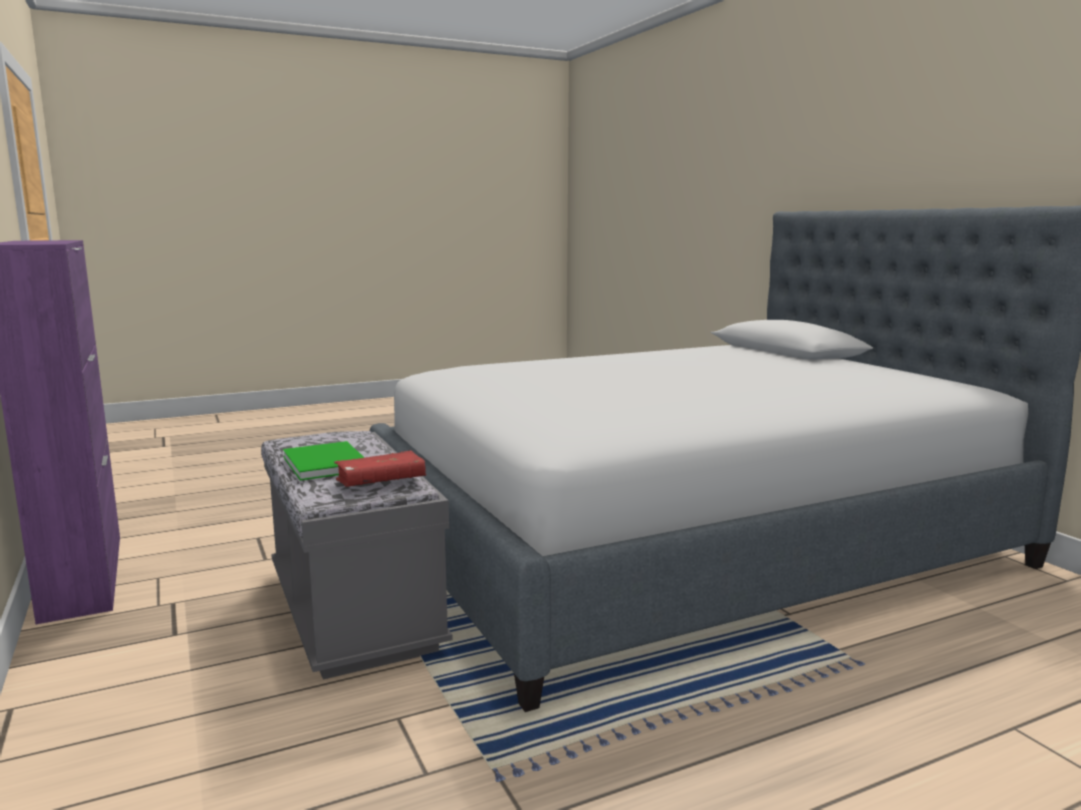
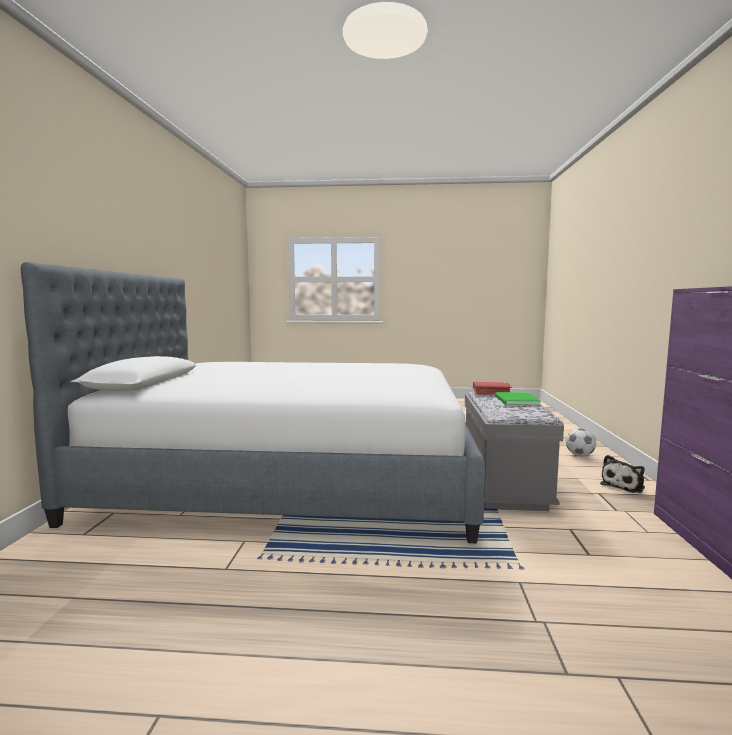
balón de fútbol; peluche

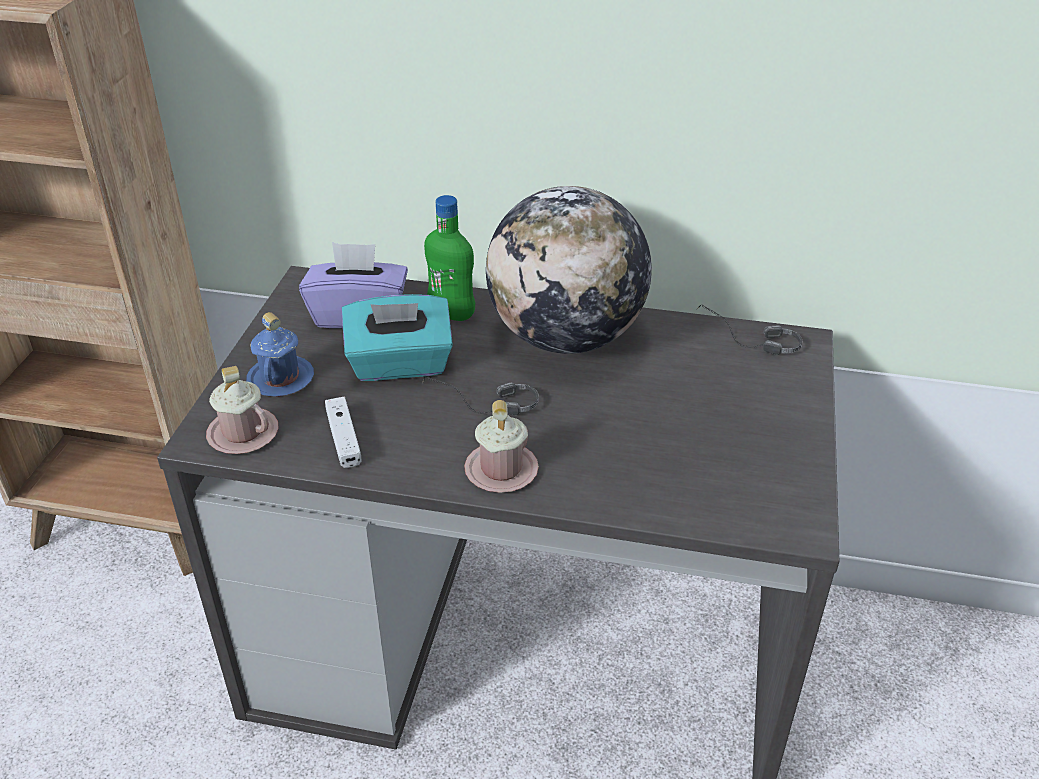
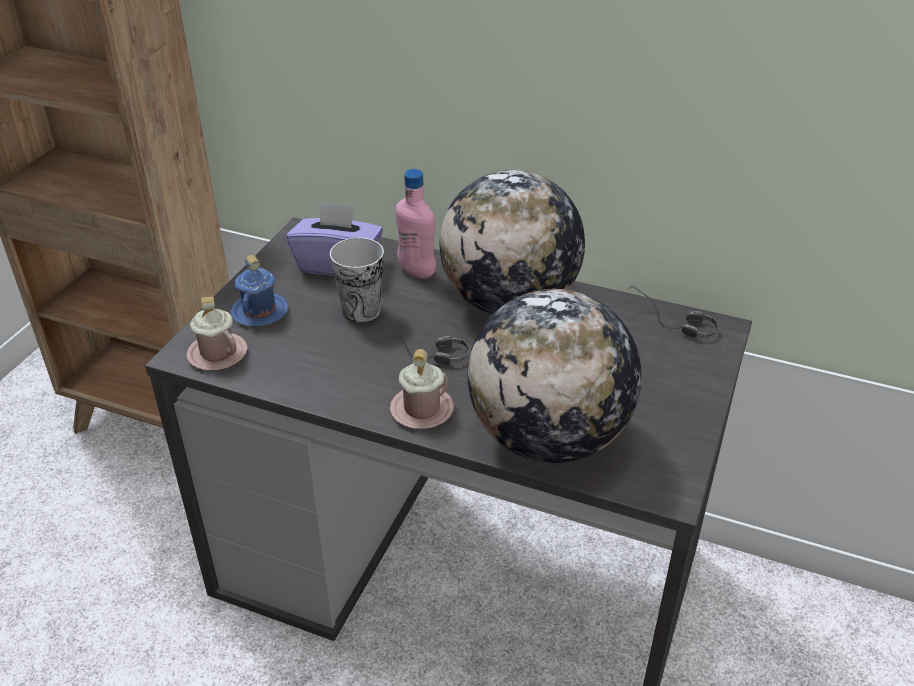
taza; botella [rosa]; globo terráqueo (no. 2 from left); mando de consola [blanco]

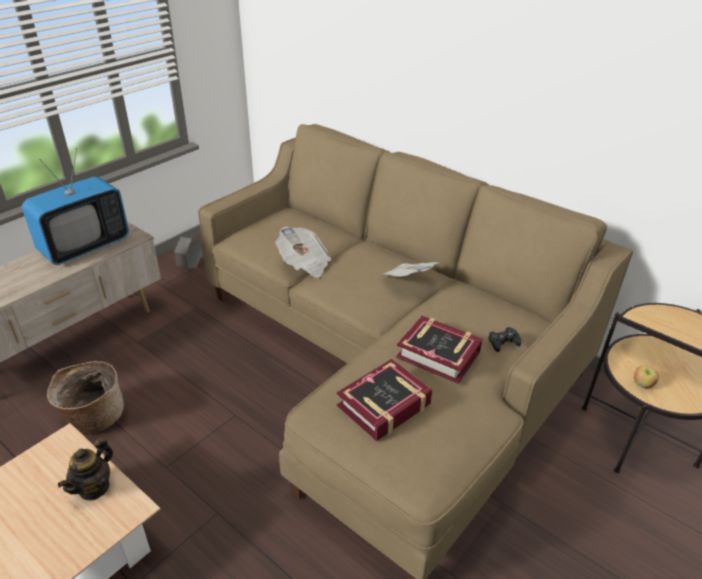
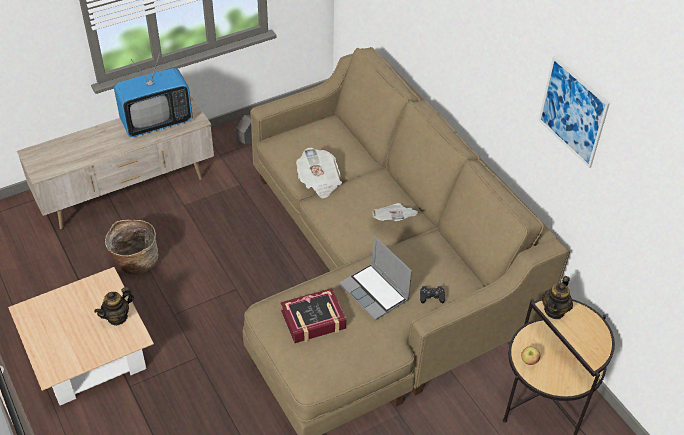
portátil; cuadro; tetera (no. 2 from left)

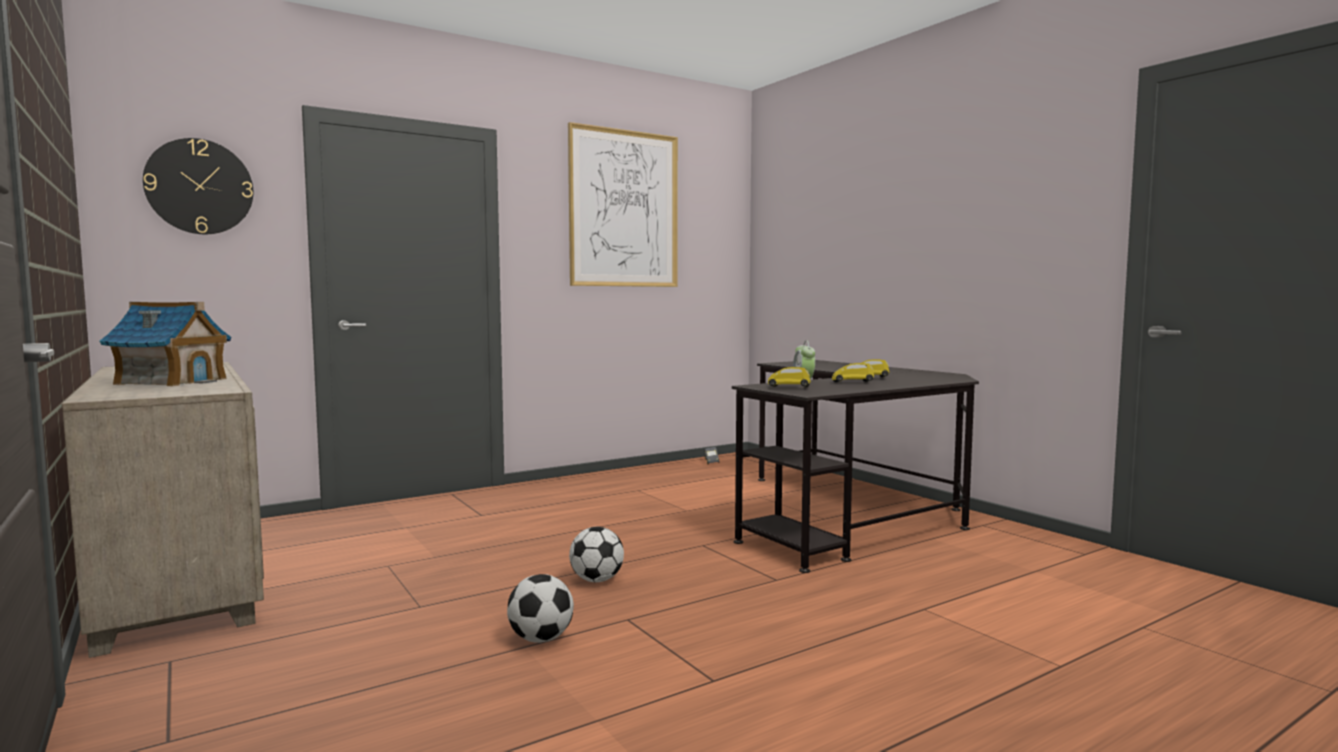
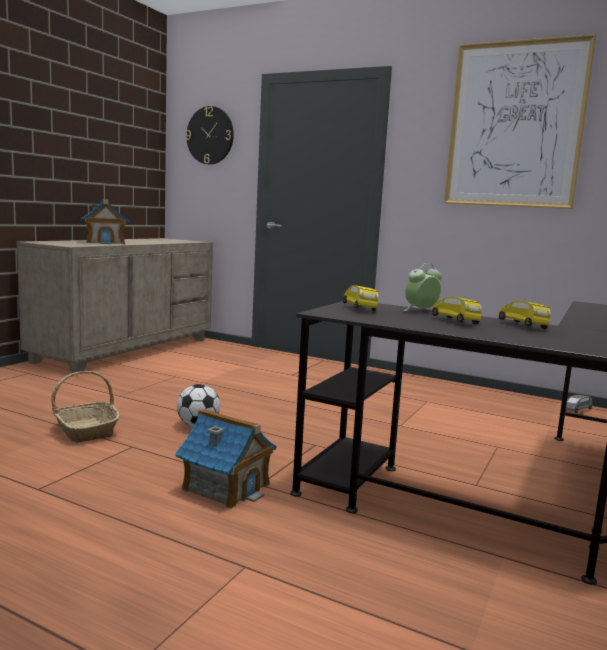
cesta; casita (no. 2 from left)

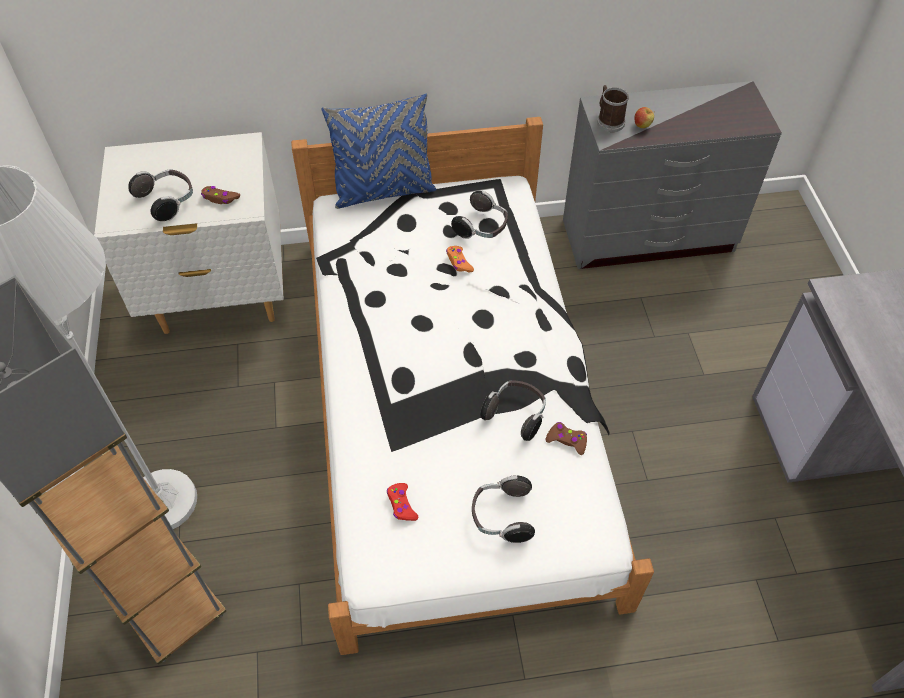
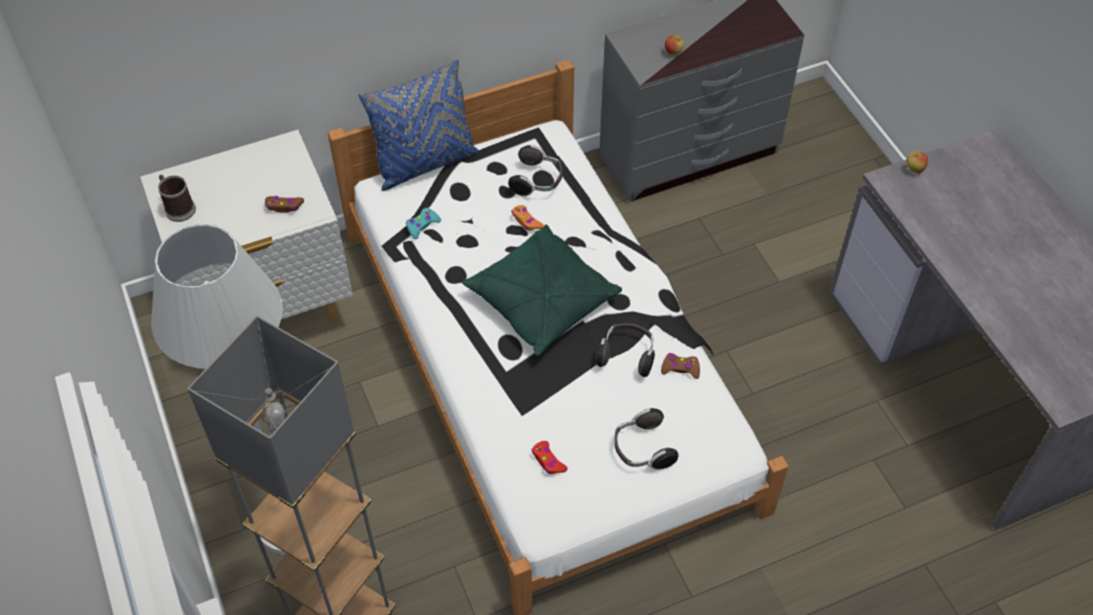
taza grande; mando de consola [turquesa]; cojín [verde]; manzana (no. 2 from left); auriculares (no. 1 from left in the first image)

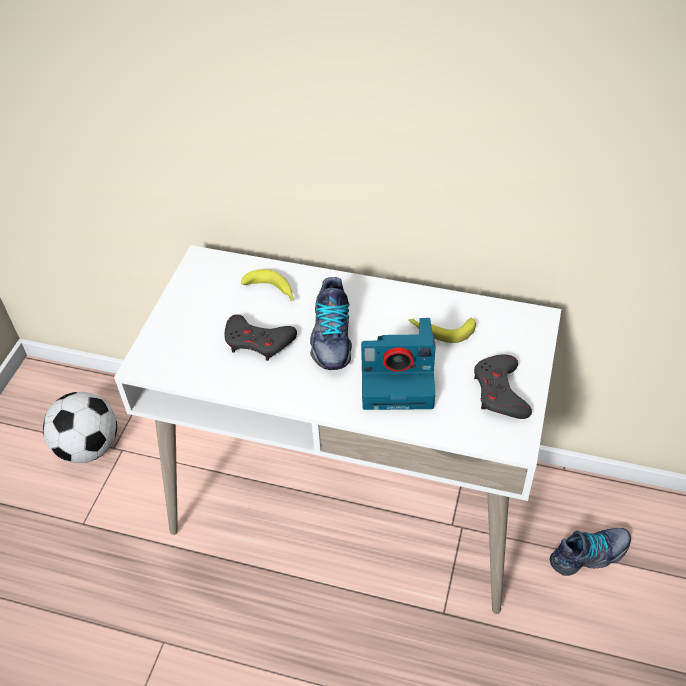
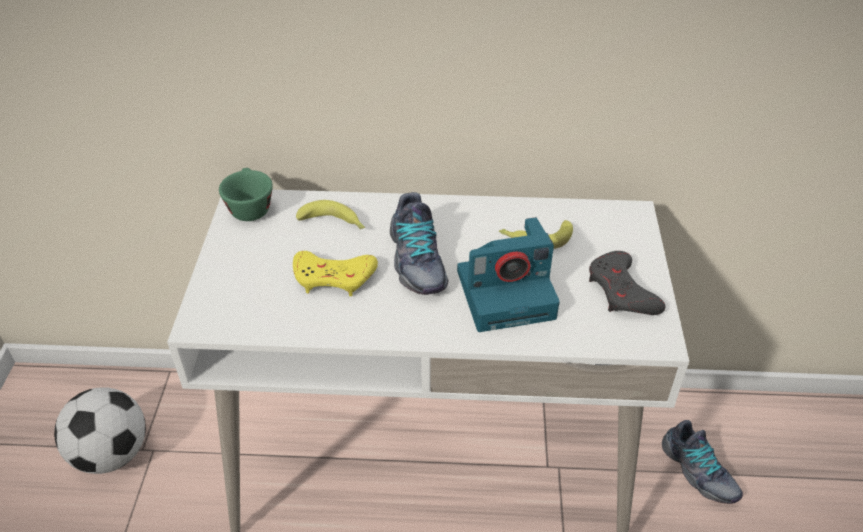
taza [verde]; mando de consola [amarillo]; zapato (no. 2 from left)

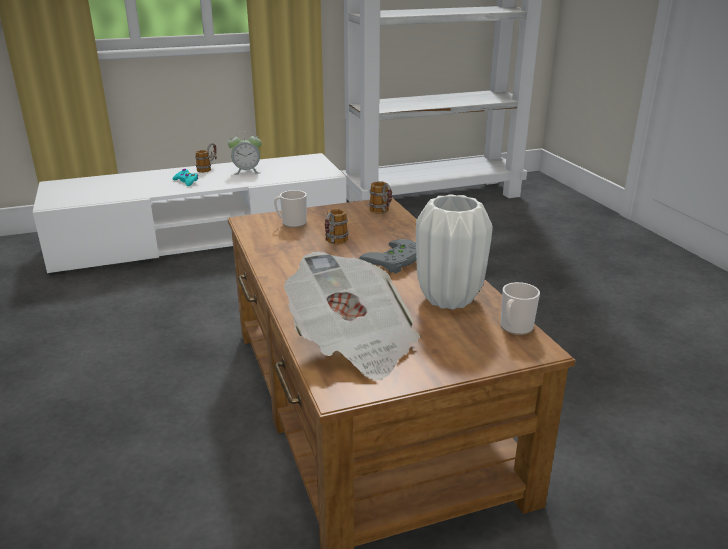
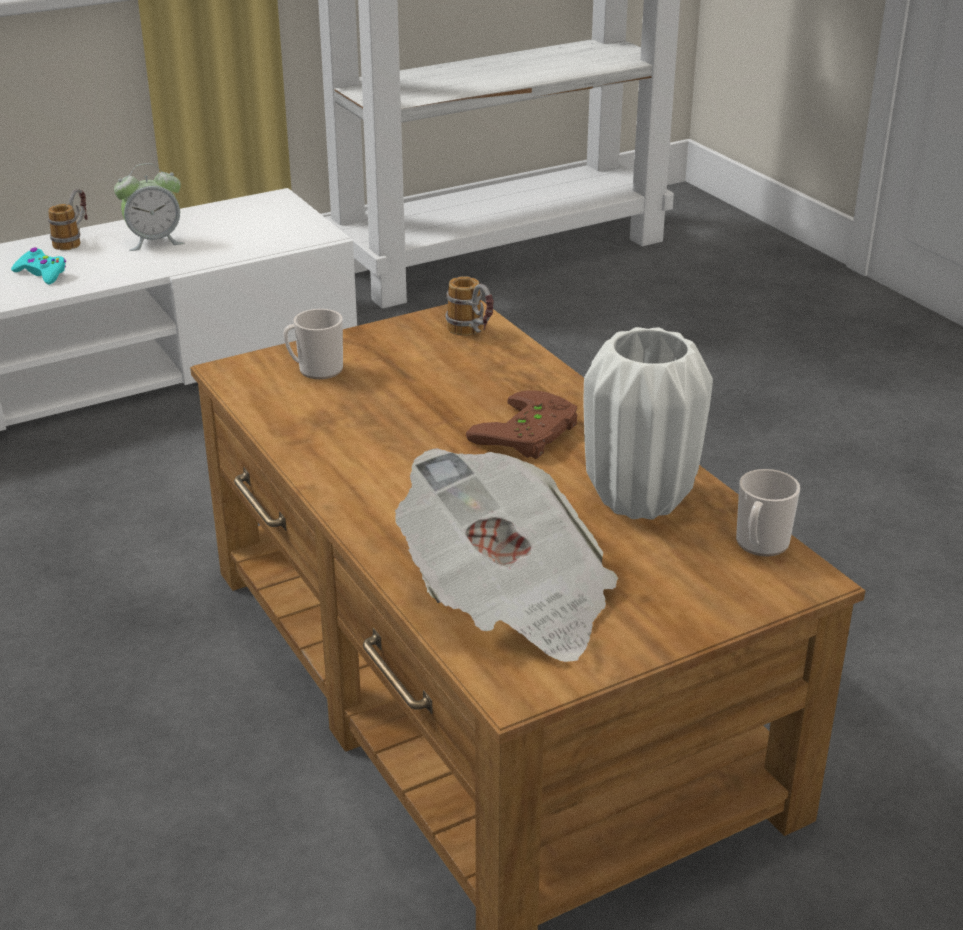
mando de consola [marrón]; taza grande (no. 3 from left in the first image)

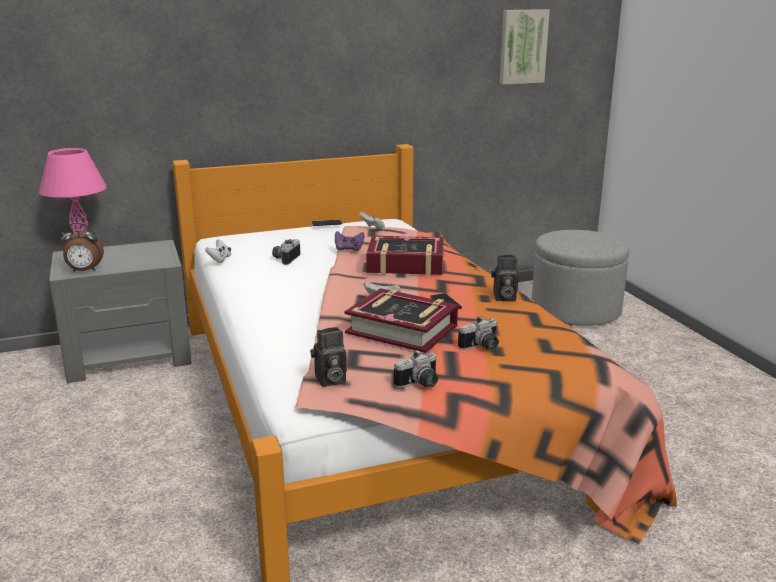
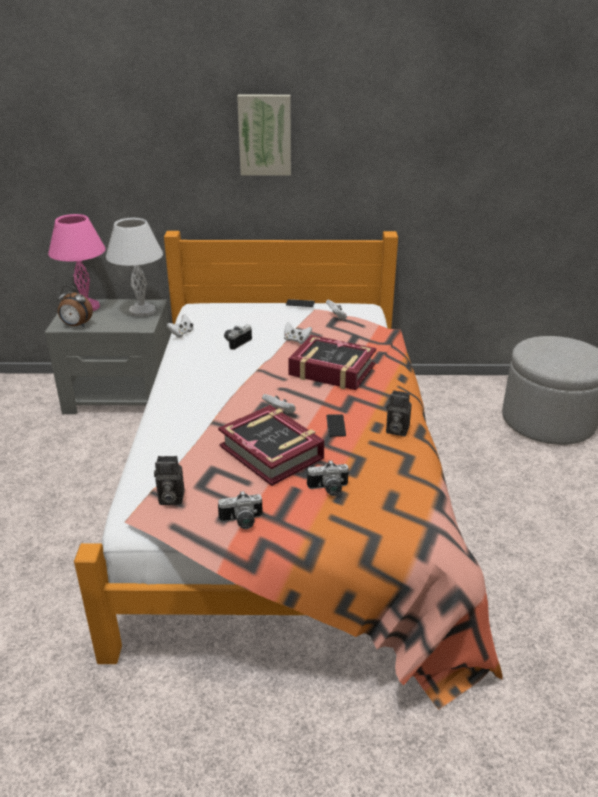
lámpara de mesa [blanco]; cuadro; mando de consola [blanco] (no. 3 from left)

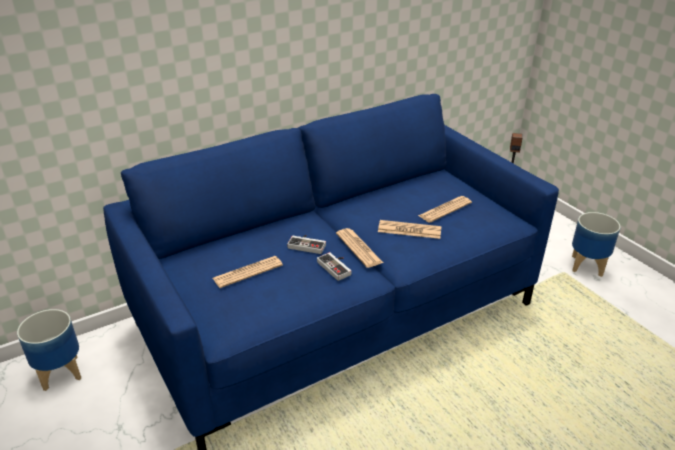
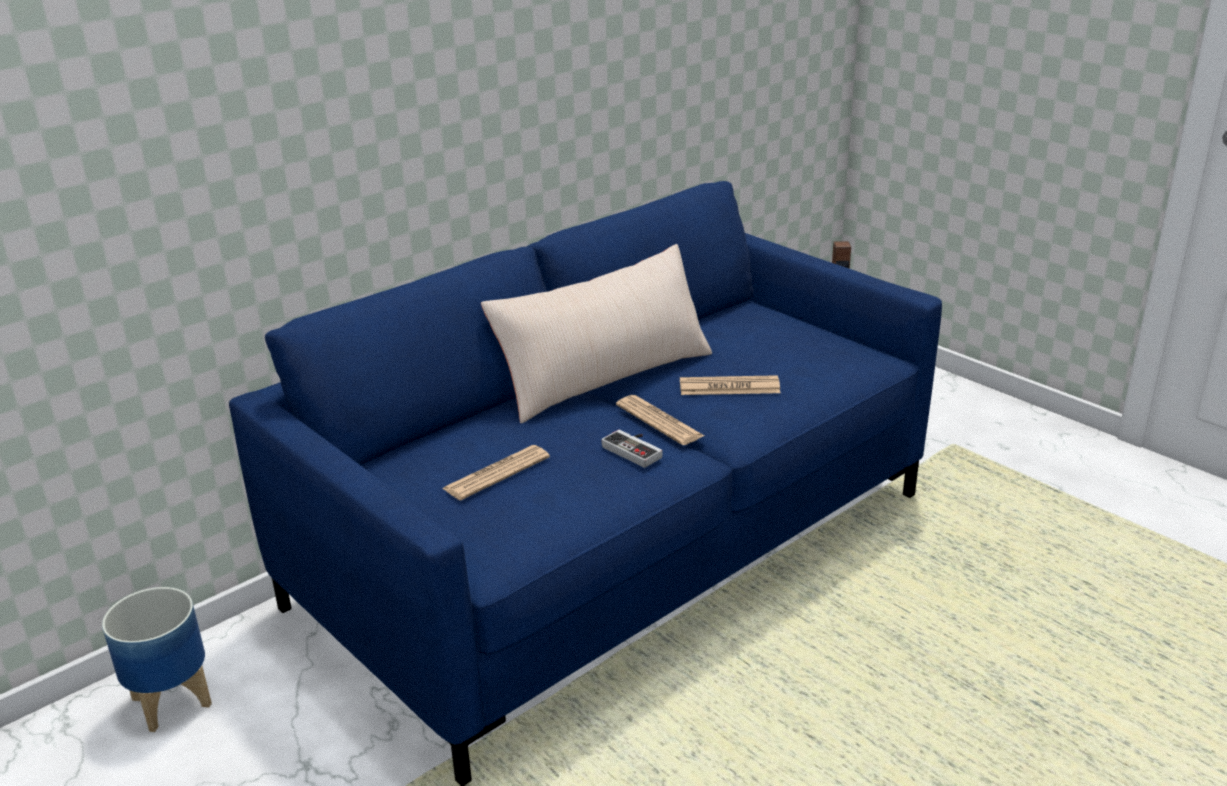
cojín [beis]; mando de consola (no. 1 from left in the first image); periódico (no. 4 from left in the first image); maceta (no. 2 from left in the first image)

